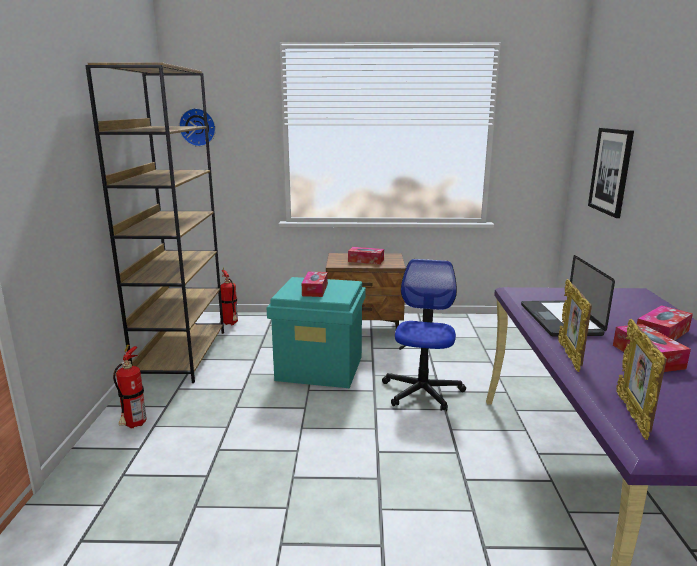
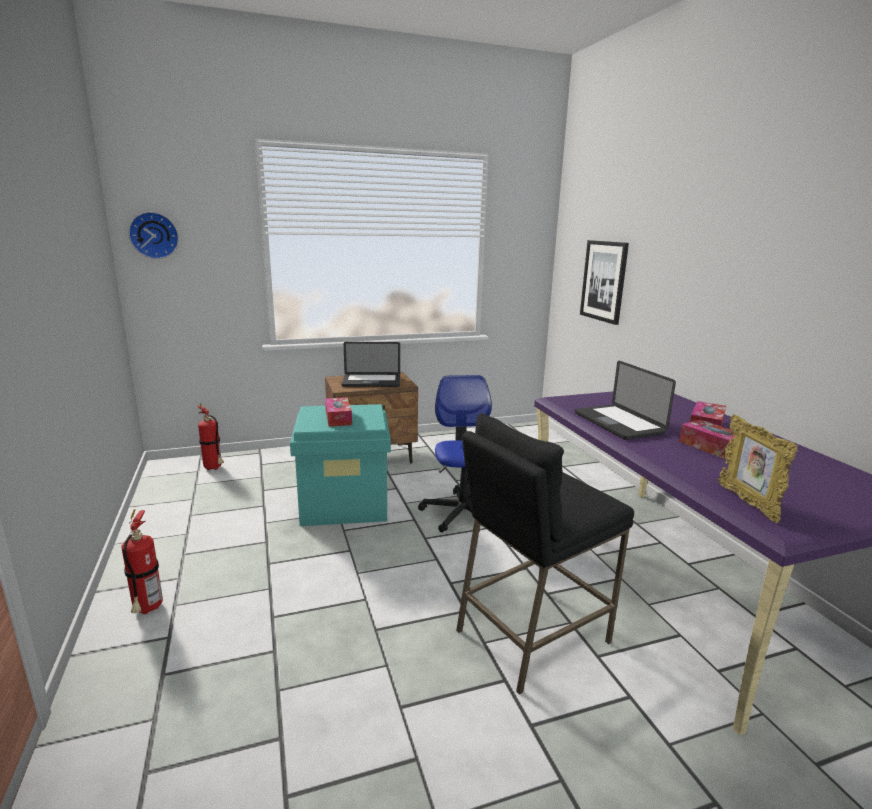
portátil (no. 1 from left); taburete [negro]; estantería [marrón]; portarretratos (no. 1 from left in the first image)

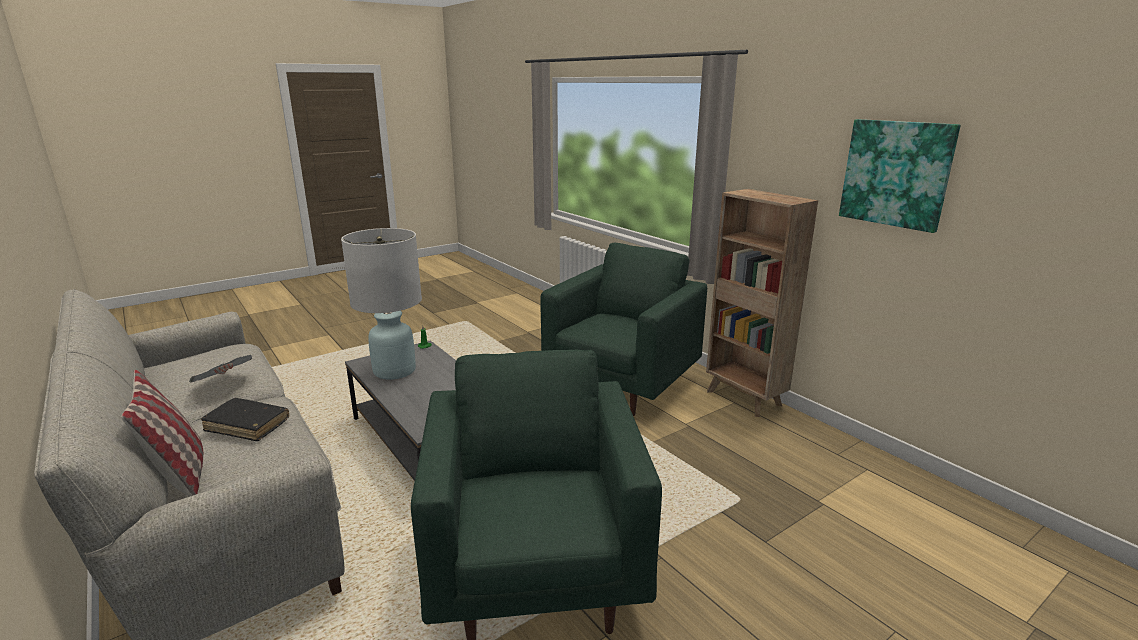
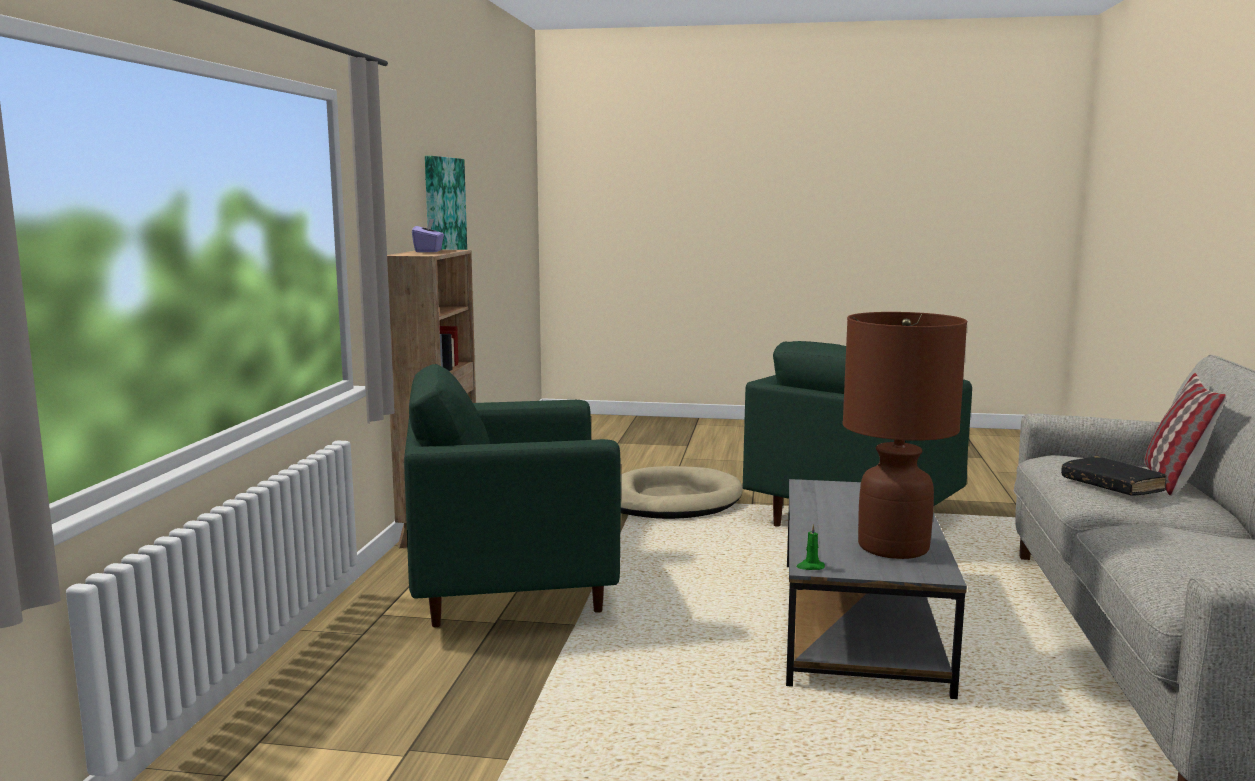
caja de pañuelos [morado]; cama para perro [beis]; lámpara de mesa [marrón]; periódico

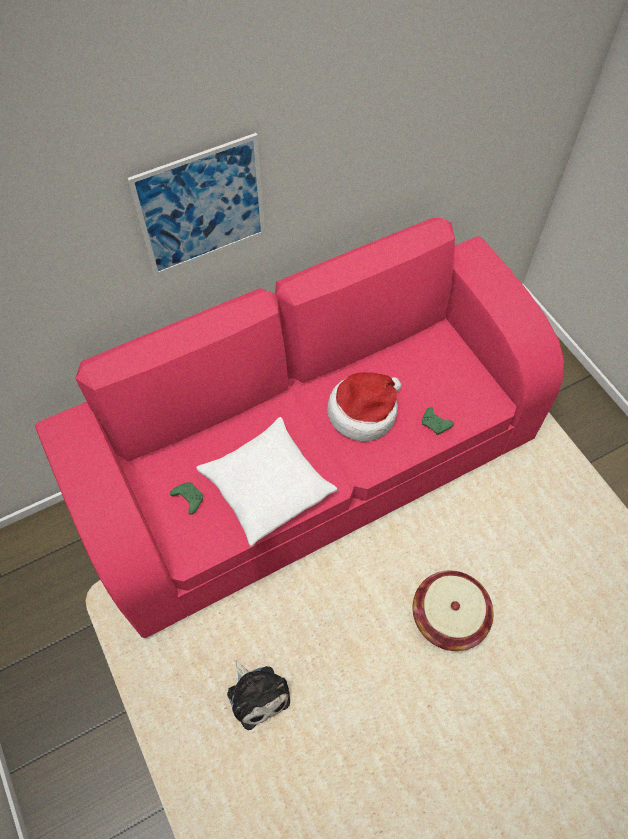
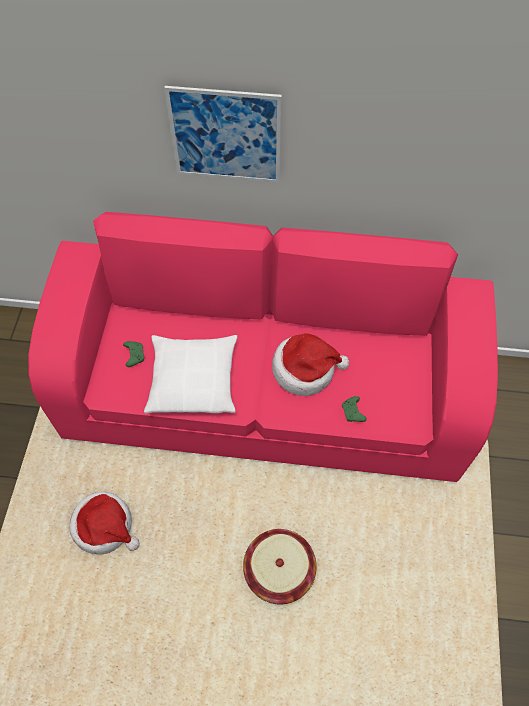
sombrero (no. 1 from left)

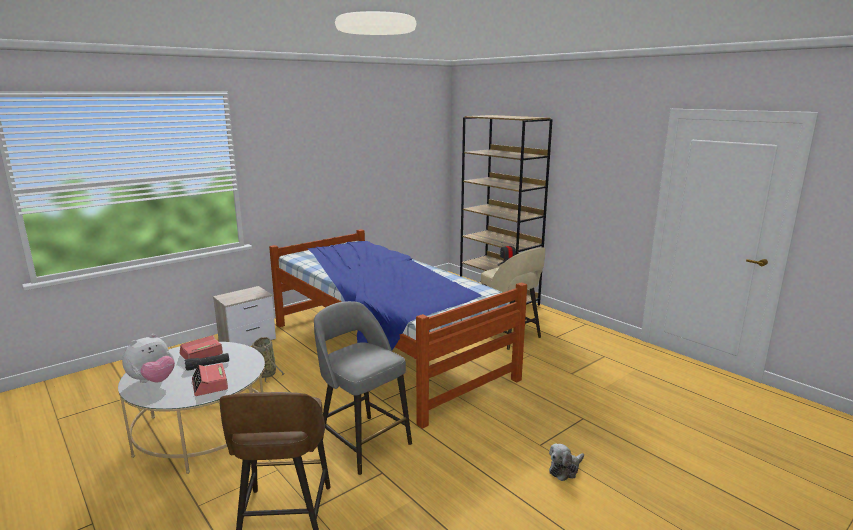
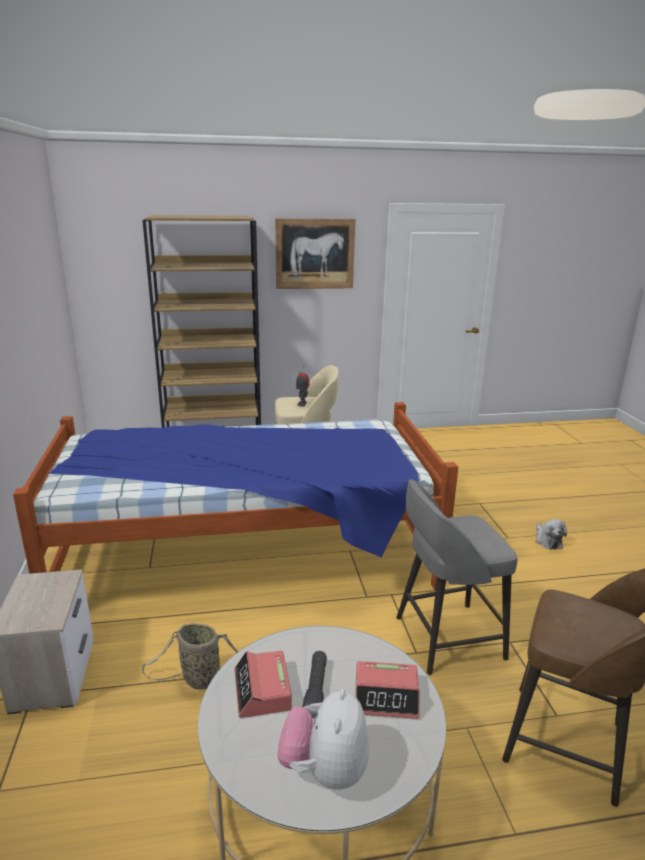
cuadro; peluche (no. 1 from left)

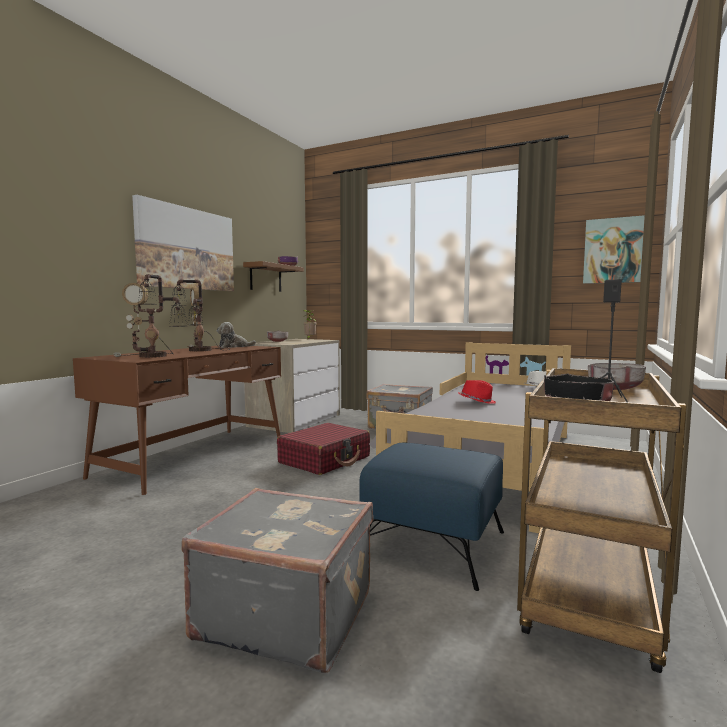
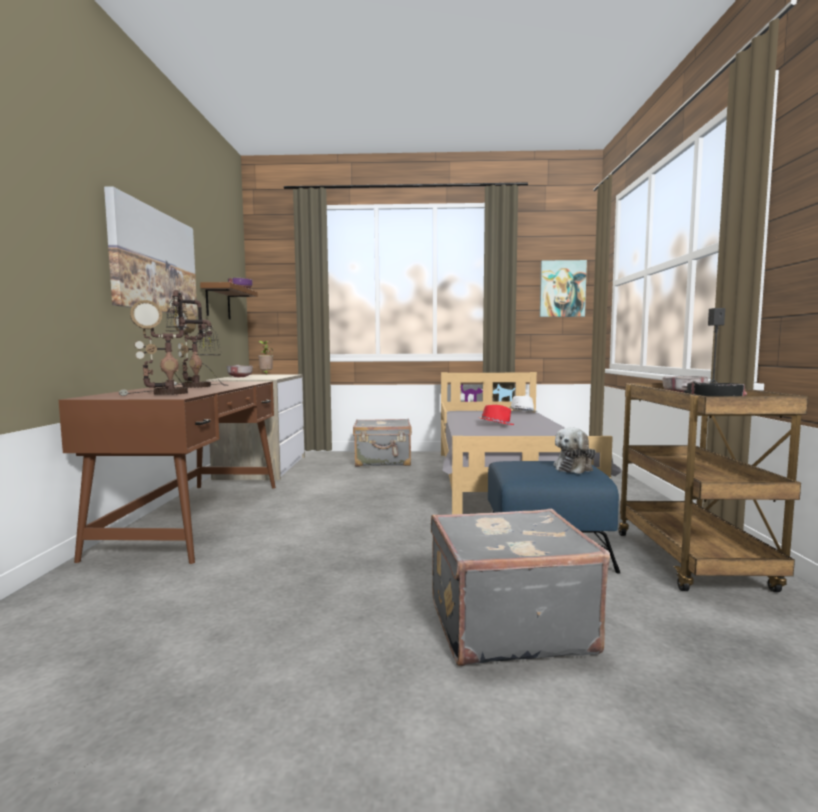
peluche; maleta [rojo]

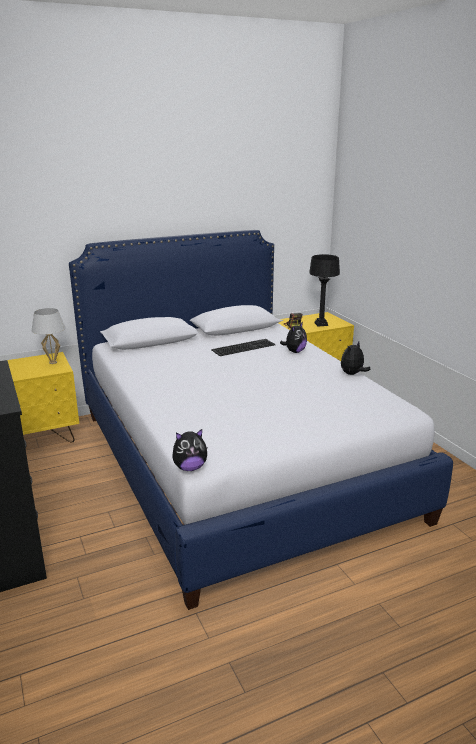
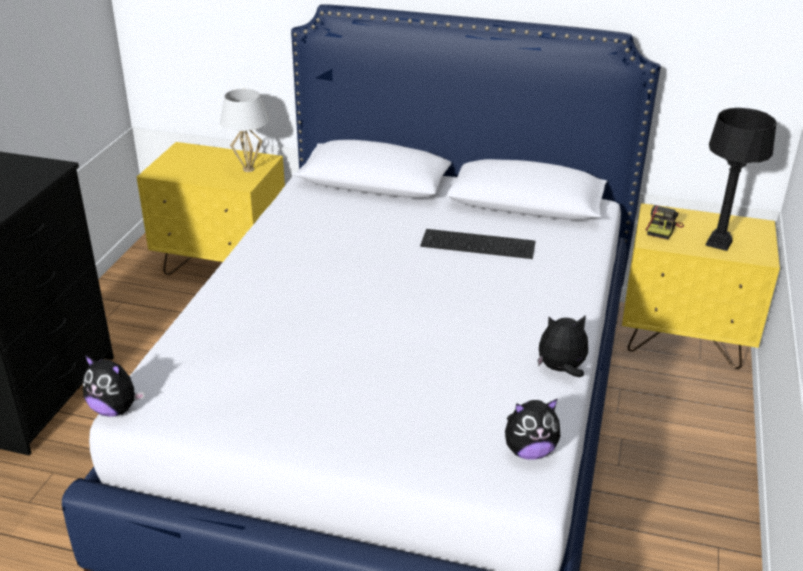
peluche (no. 2 from left)

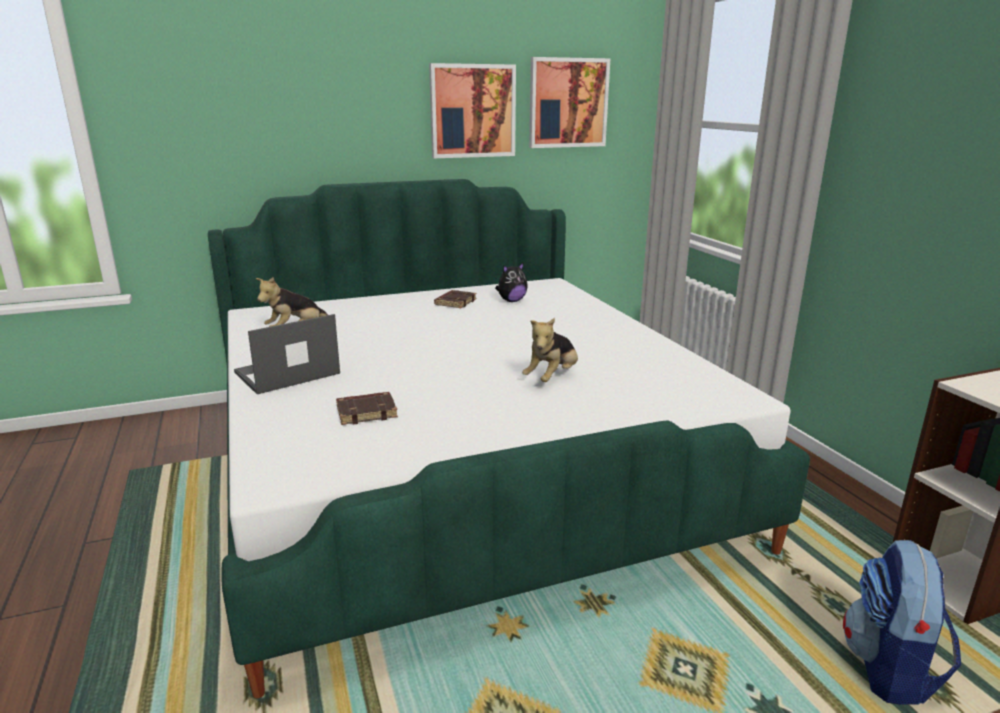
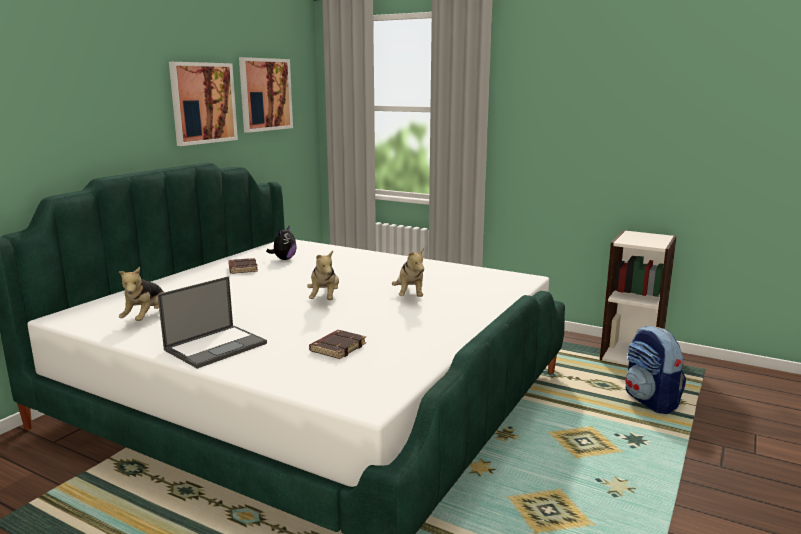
portátil; peluche (no. 3 from left)

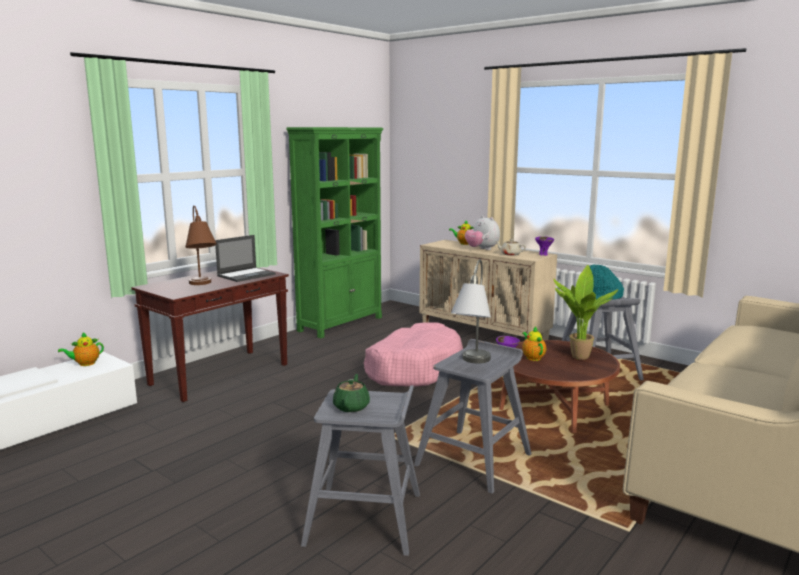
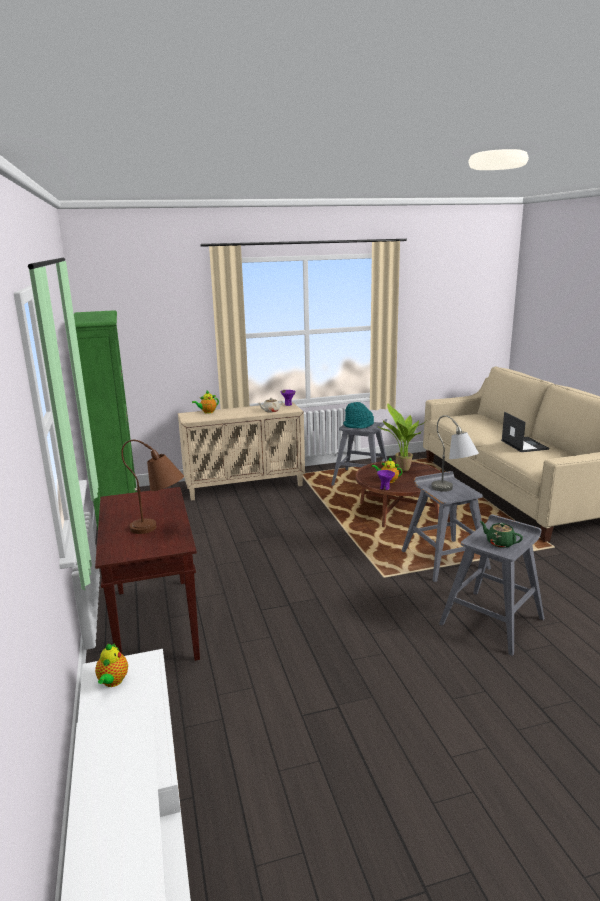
portátil; cama para perro [rosa]; peluche

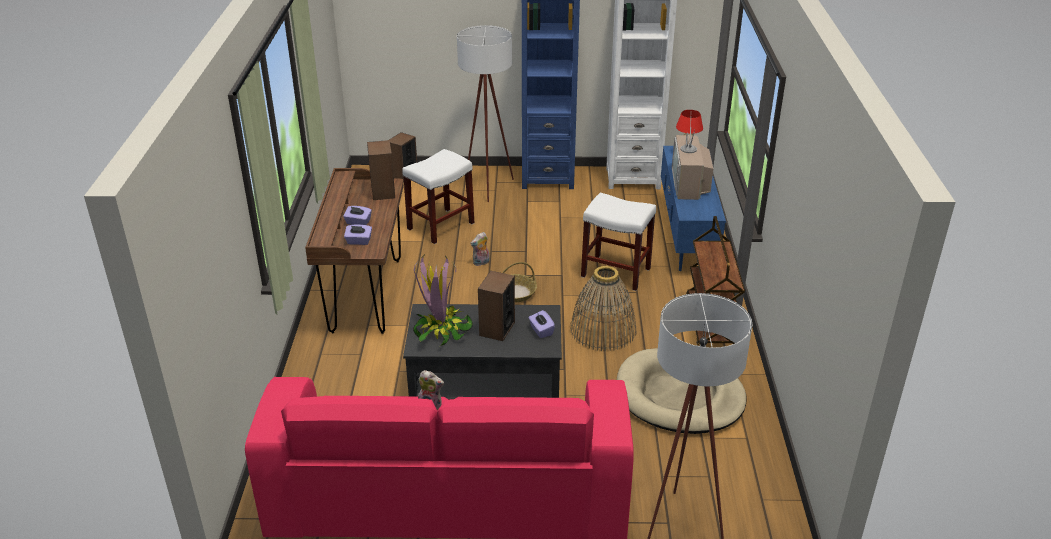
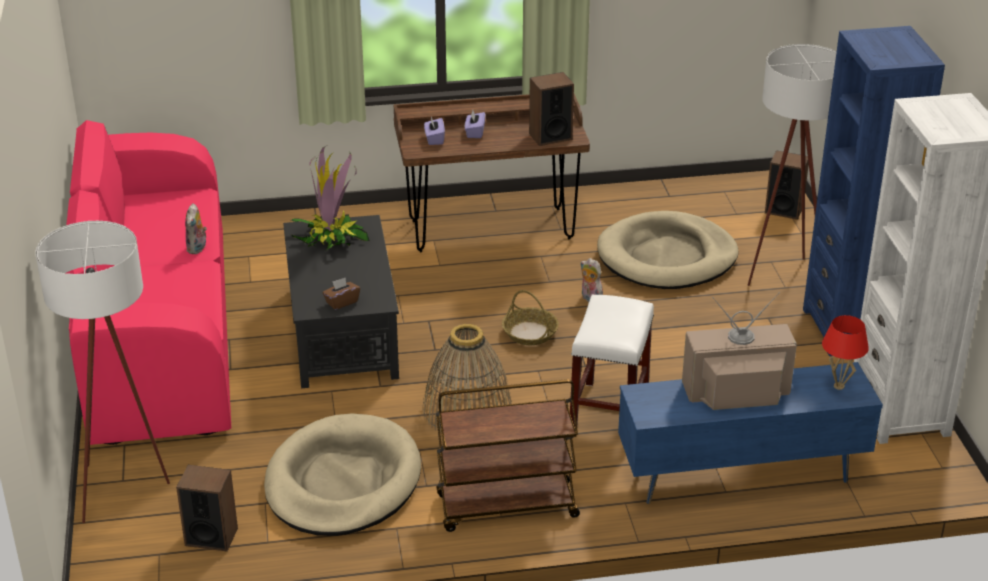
altavoz (no. 1 from left); caja de pañuelos [marrón]; cama para perro [beis] (no. 2 from left)

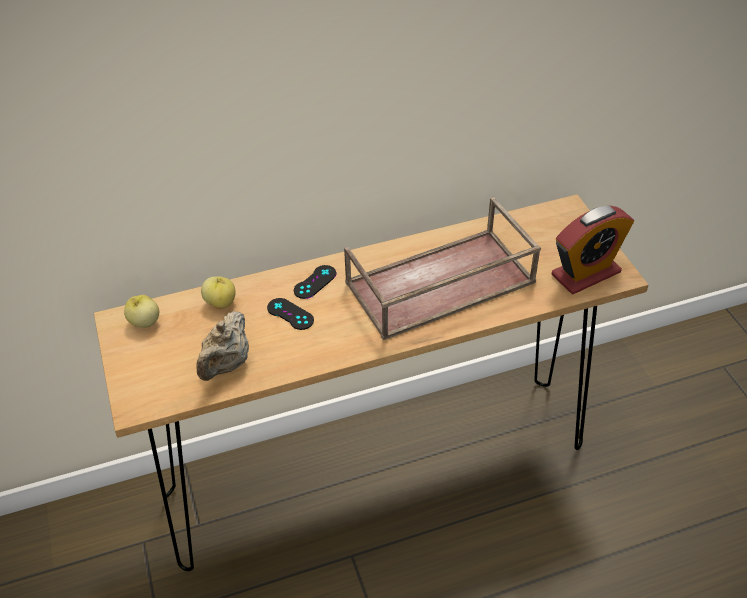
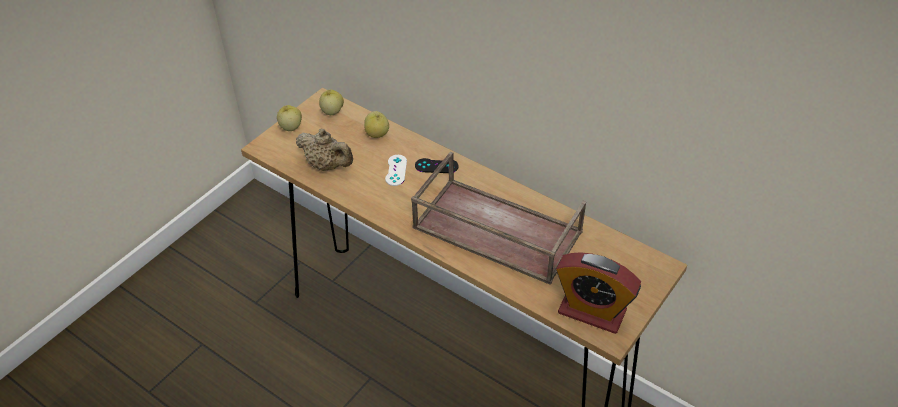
manzana (no. 1 from left); tetera [beis]; mando de consola [blanco]

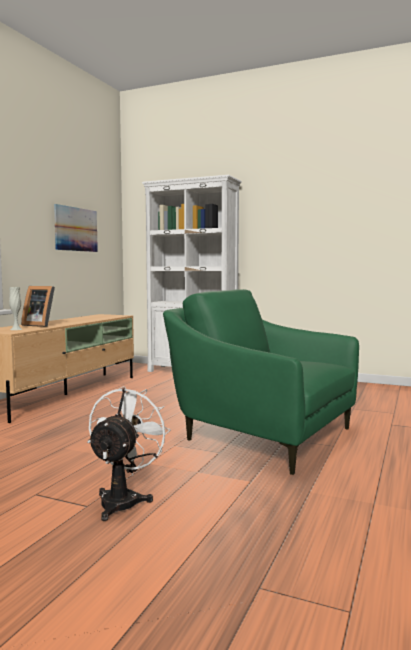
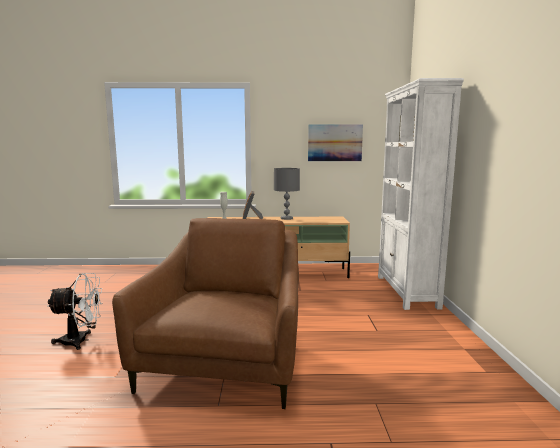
sillón [marrón]; lámpara de mesa [gris]

